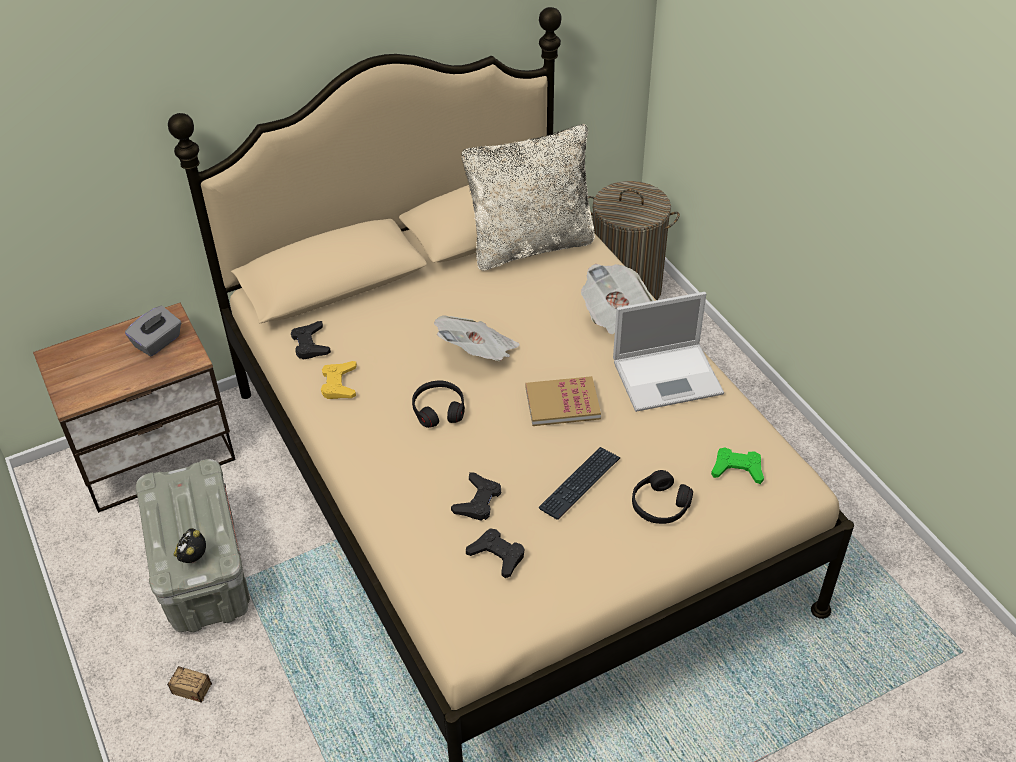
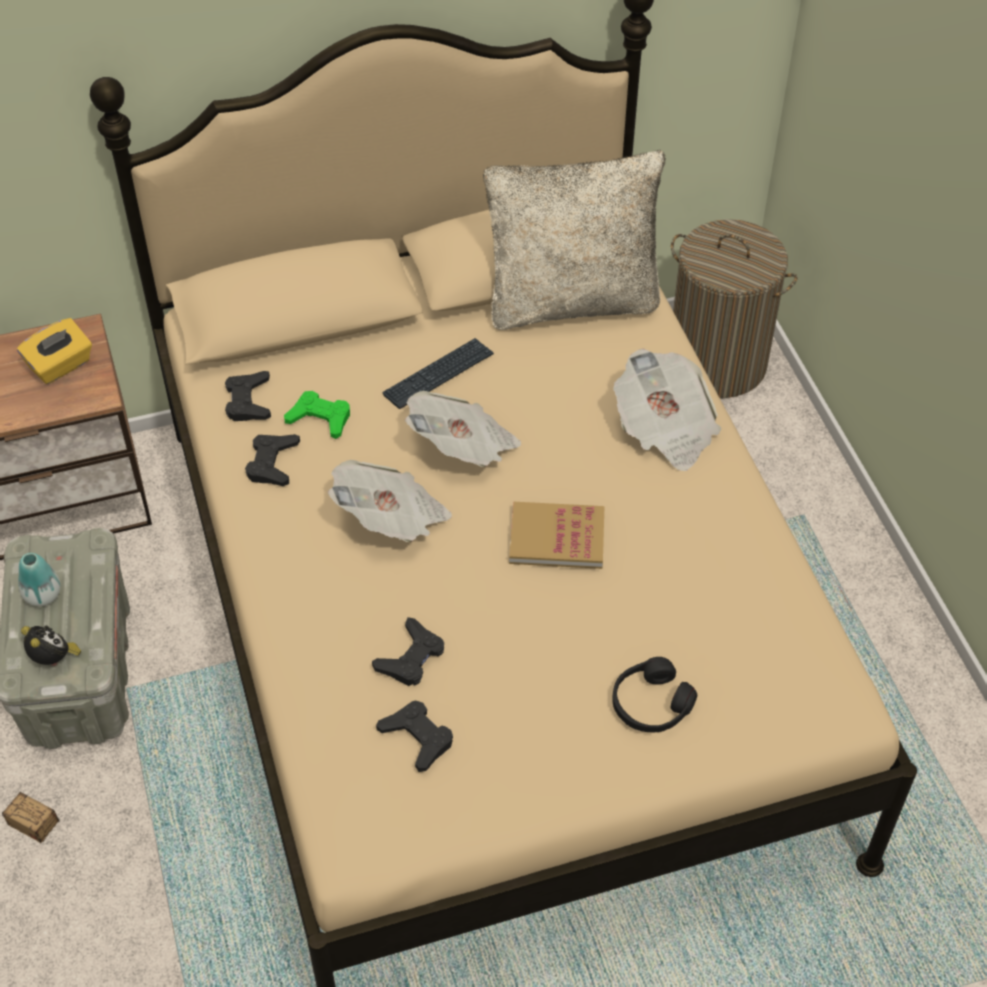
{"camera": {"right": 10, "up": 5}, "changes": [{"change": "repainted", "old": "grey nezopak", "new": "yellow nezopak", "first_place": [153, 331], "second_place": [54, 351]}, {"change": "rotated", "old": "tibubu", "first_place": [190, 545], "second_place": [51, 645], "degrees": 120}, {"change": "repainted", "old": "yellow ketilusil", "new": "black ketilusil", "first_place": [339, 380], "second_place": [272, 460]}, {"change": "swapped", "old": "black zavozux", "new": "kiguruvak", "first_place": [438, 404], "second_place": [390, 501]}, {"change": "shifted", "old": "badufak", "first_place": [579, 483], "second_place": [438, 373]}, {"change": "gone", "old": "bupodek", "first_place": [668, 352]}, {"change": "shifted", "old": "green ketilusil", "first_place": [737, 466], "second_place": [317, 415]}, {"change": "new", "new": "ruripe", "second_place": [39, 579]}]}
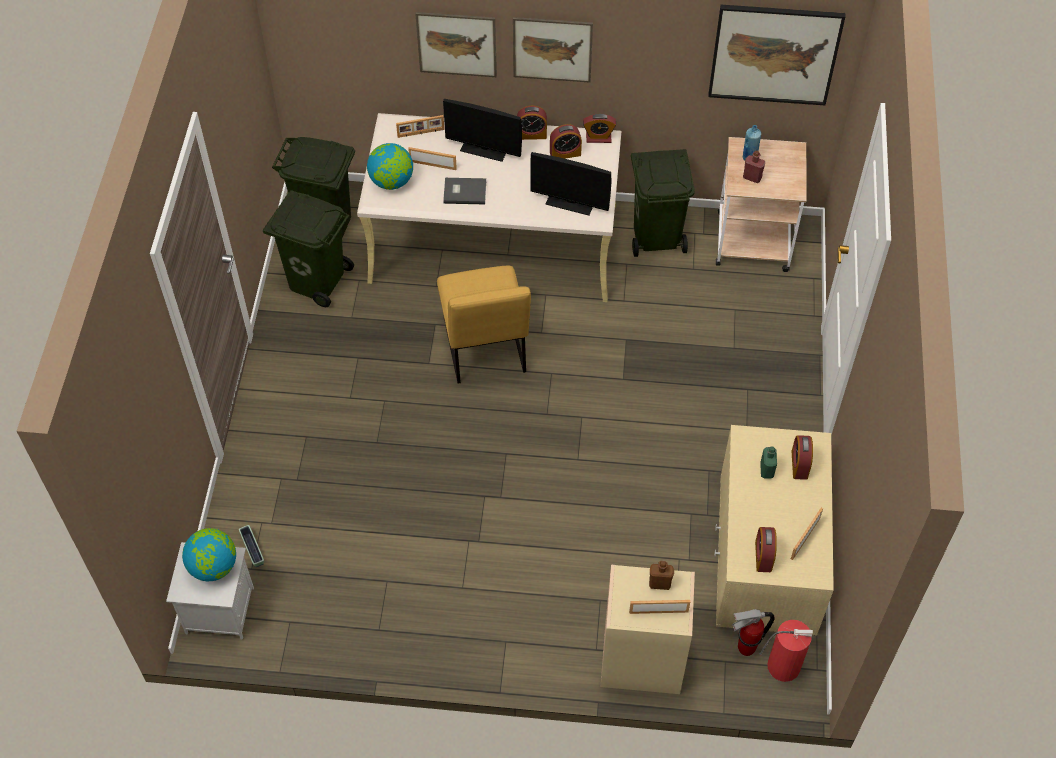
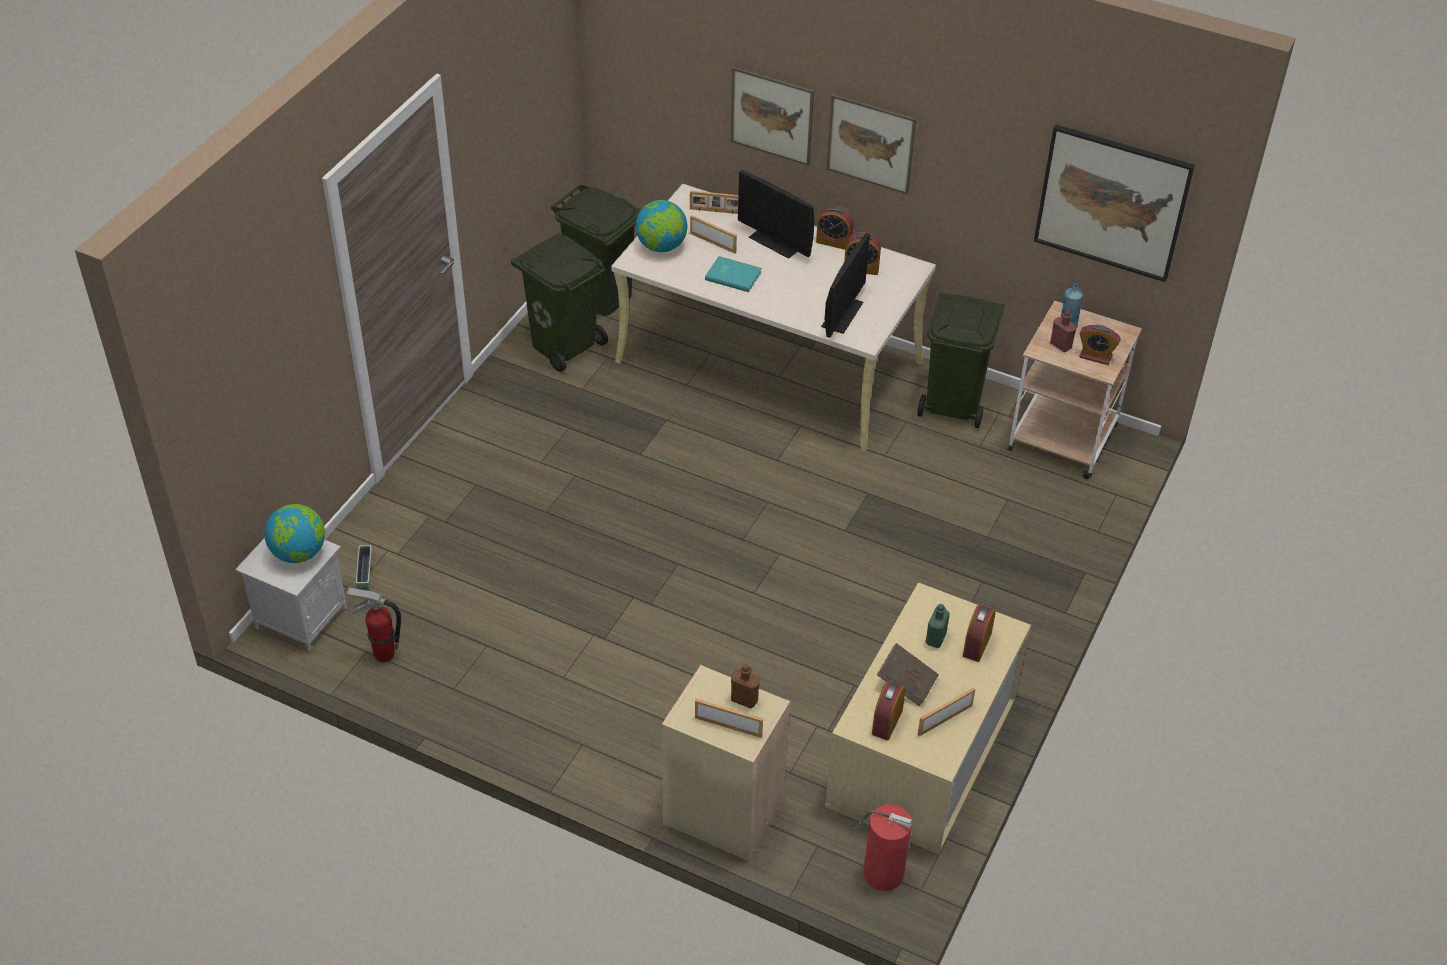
{"camera": {"right": 20, "up": -10}, "changes": [{"change": "gone", "old": "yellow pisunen", "first_place": [484, 325]}, {"change": "repainted", "old": "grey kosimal", "new": "turquoise kosimal", "first_place": [464, 191], "second_place": [733, 274]}, {"change": "rotated", "old": "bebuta", "first_place": [571, 184], "second_place": [845, 285], "degrees": -105}, {"change": "shifted", "old": "tibubu", "first_place": [599, 128], "second_place": [1100, 345]}, {"change": "shifted", "old": "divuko", "first_place": [753, 632], "second_place": [374, 624]}, {"change": "new", "new": "brown kosimal", "second_place": [908, 674]}]}
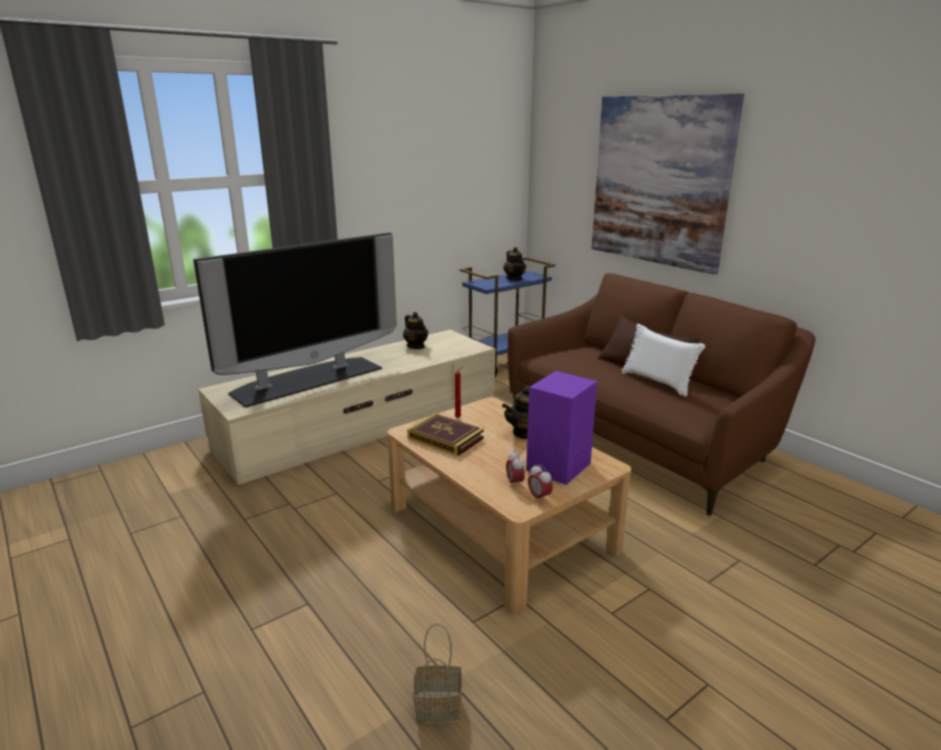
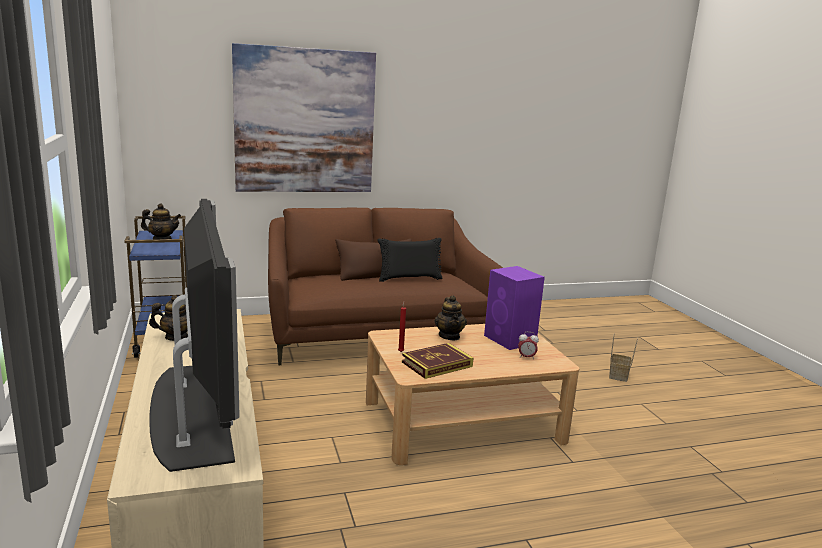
{"camera": {"right": -70, "up": -5}, "changes": [{"change": "shifted", "old": "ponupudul", "first_place": [437, 673], "second_place": [623, 359]}, {"change": "gone", "old": "tibubu", "first_place": [540, 483]}, {"change": "repainted", "old": "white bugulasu", "new": "black bugulasu", "first_place": [663, 360], "second_place": [410, 260]}]}
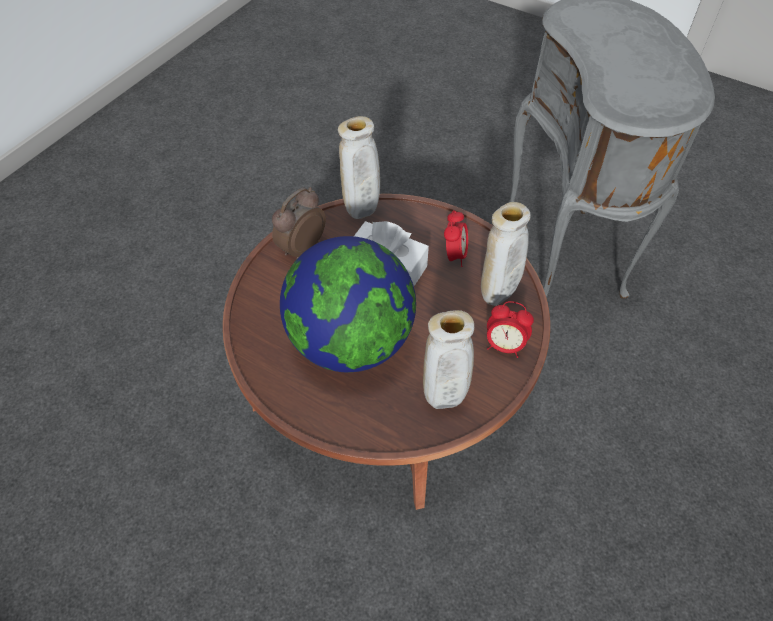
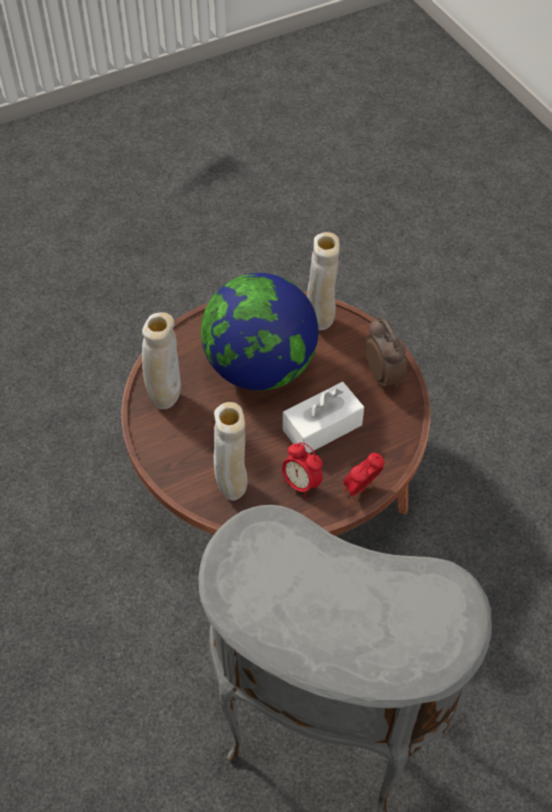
{"camera": {"right": 120, "up": 0}, "changes": [{"change": "shifted", "old": "beige ruripe", "first_place": [359, 167], "second_place": [323, 281]}, {"change": "shifted", "old": "tibubu", "first_place": [510, 329], "second_place": [363, 474]}]}
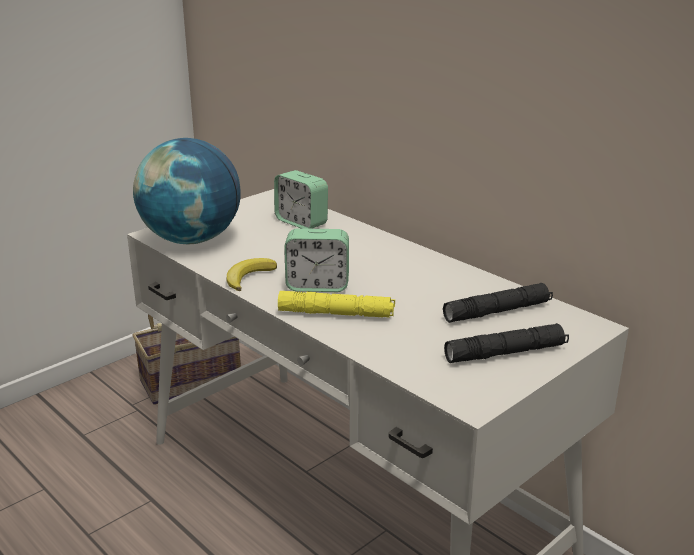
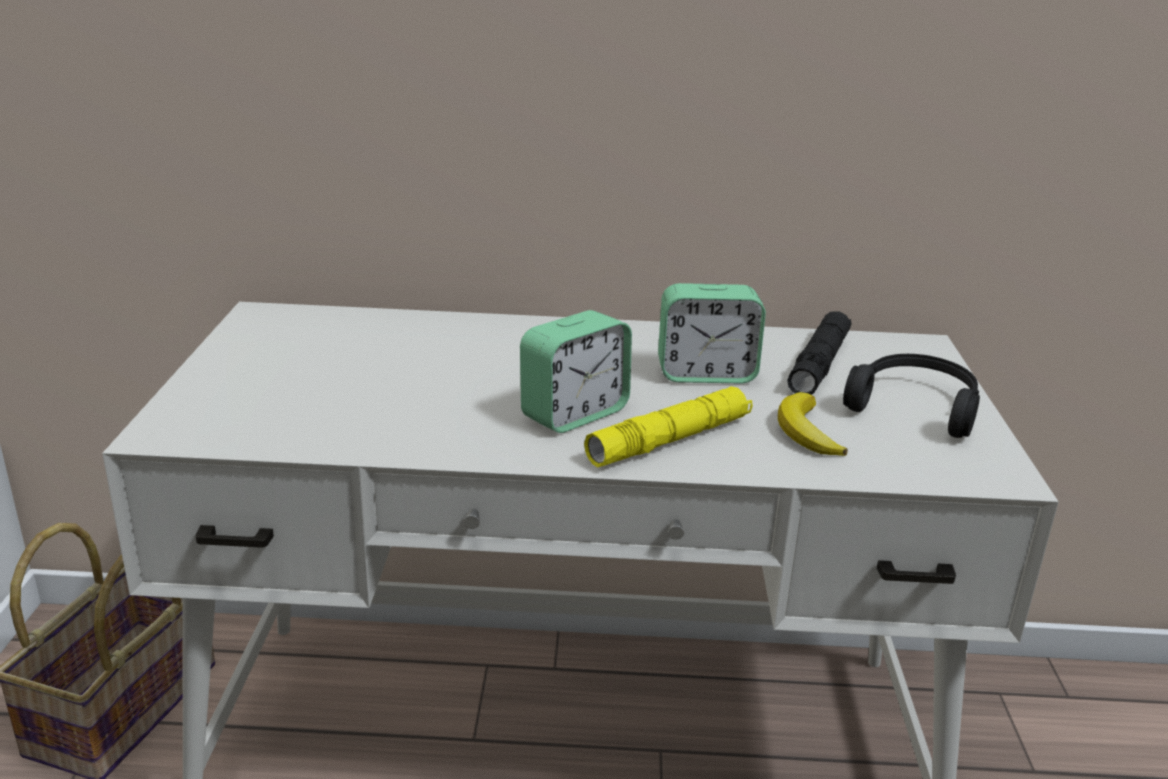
{"camera": {"right": -45, "up": 0}, "changes": [{"change": "gone", "old": "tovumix", "first_place": [187, 191]}, {"change": "shifted", "old": "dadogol", "first_place": [251, 274], "second_place": [813, 424]}, {"change": "shifted", "old": "tibubu", "first_place": [301, 199], "second_place": [712, 333]}, {"change": "swapped", "old": "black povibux", "new": "black zavozux", "first_place": [506, 343], "second_place": [911, 396]}]}
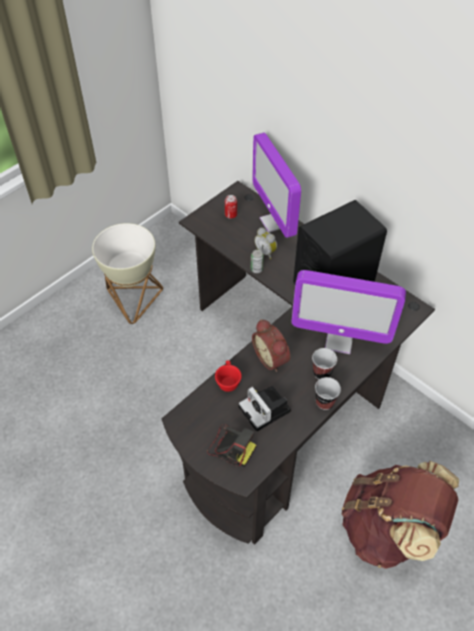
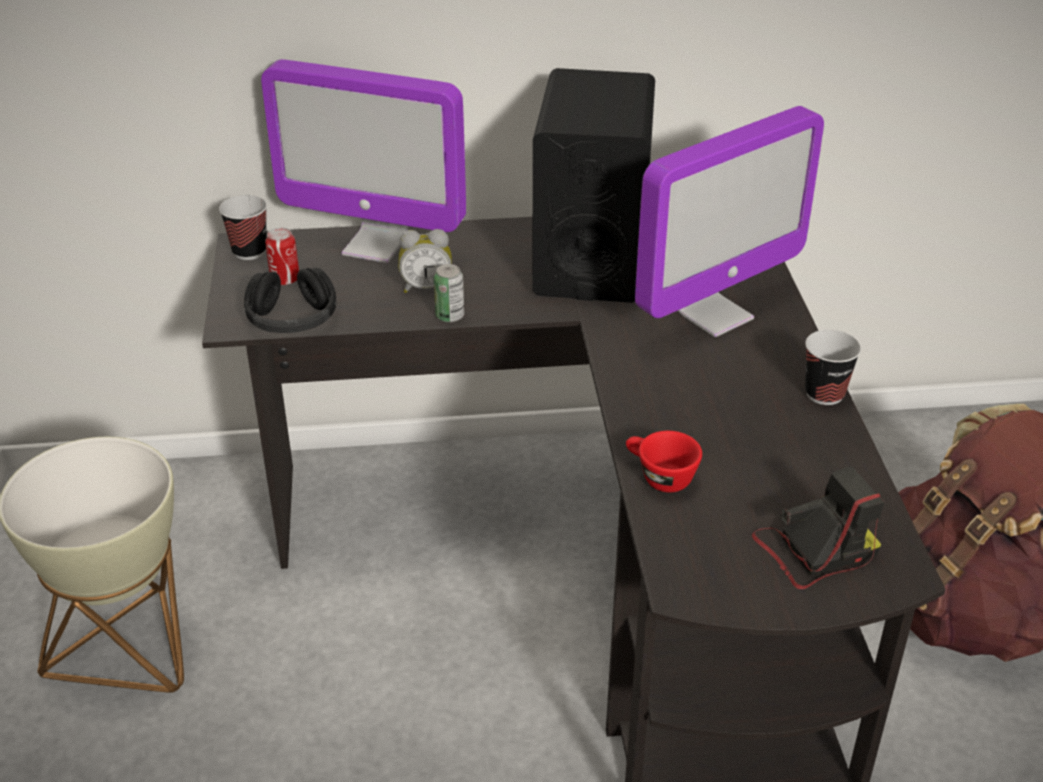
{"camera": {"right": -50, "up": -15}, "changes": [{"change": "gone", "old": "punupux", "first_place": [265, 408]}, {"change": "gone", "old": "tibubu", "first_place": [271, 345]}, {"change": "shifted", "old": "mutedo", "first_place": [324, 363], "second_place": [243, 227]}, {"change": "new", "new": "black zavozux", "second_place": [290, 300]}]}
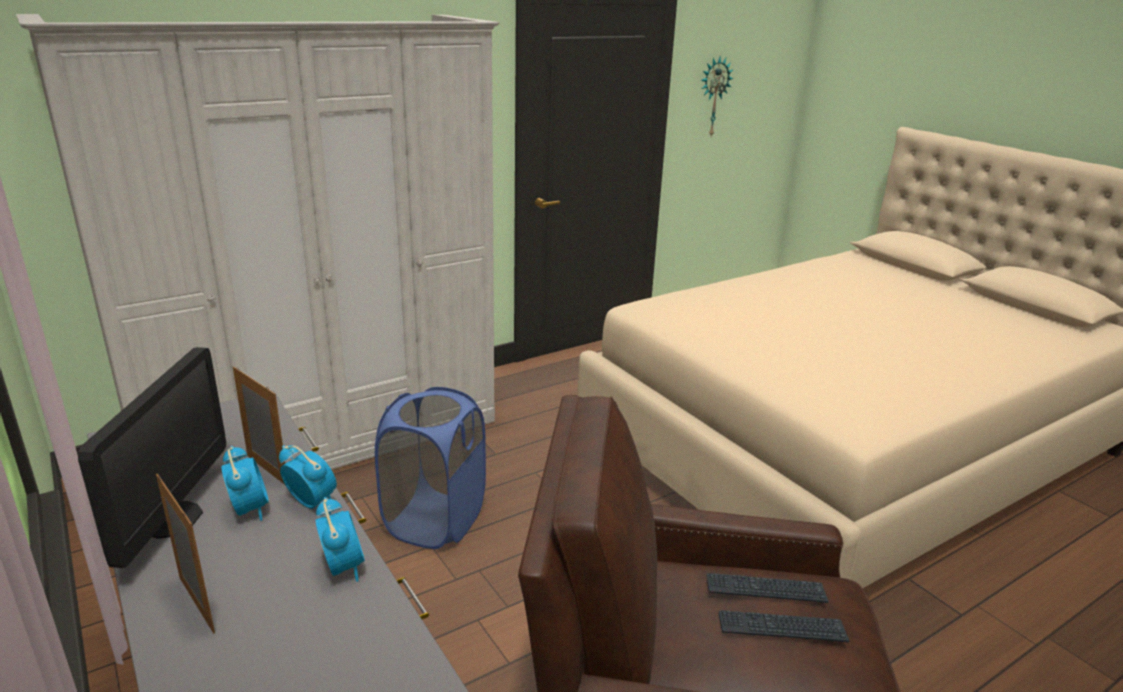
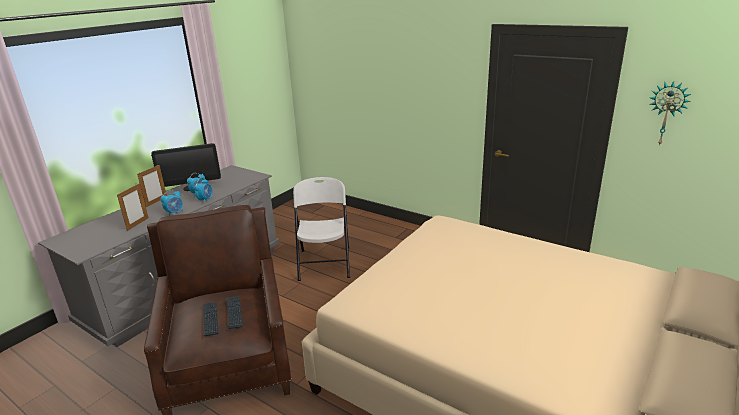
{"camera": {"right": 70, "up": 0}, "changes": [{"change": "gone", "old": "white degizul", "first_place": [257, 242]}, {"change": "shifted", "old": "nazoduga", "first_place": [259, 426], "second_place": [132, 207]}, {"change": "swapped", "old": "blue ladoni", "new": "white pisunen", "first_place": [430, 468], "second_place": [321, 229]}]}
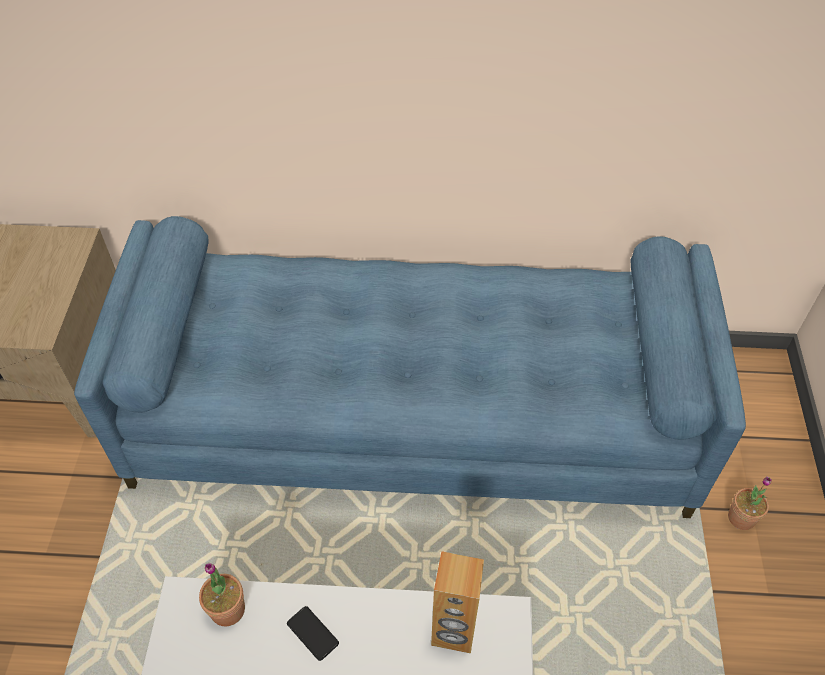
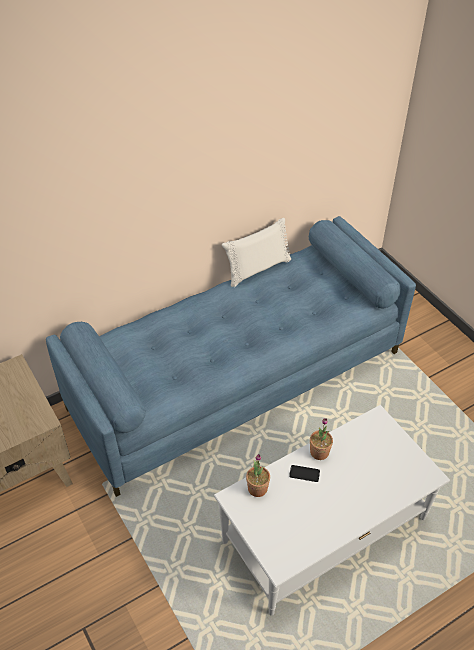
{"camera": {"right": -35, "up": -5}, "changes": [{"change": "gone", "old": "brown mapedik", "first_place": [457, 602]}, {"change": "shifted", "old": "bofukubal", "first_place": [750, 503], "second_place": [321, 439]}, {"change": "new", "new": "white bugulasu", "second_place": [256, 252]}]}
